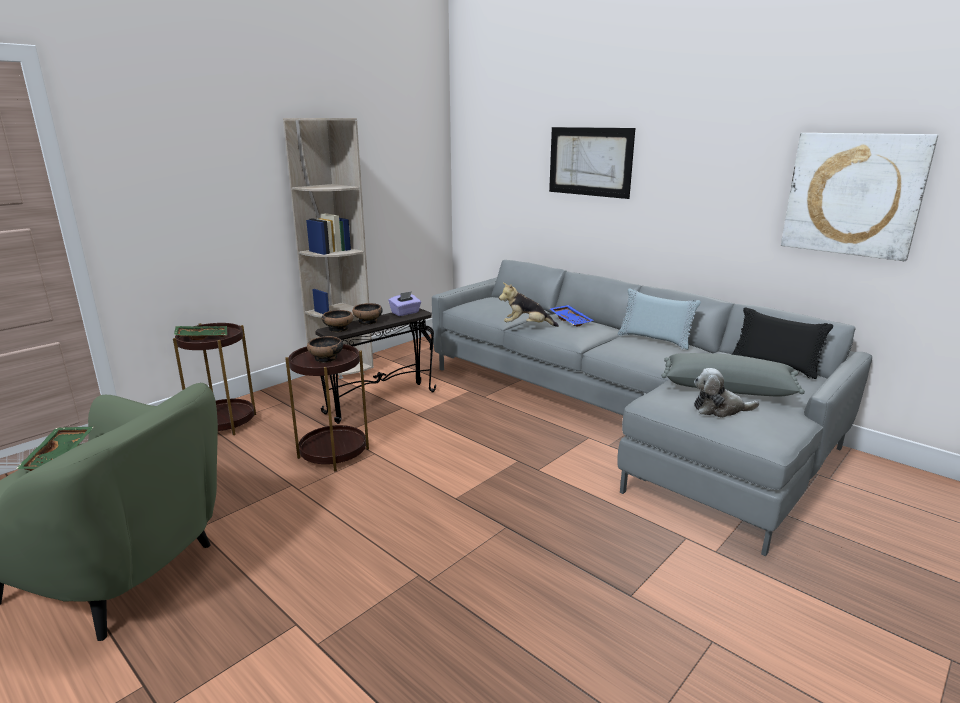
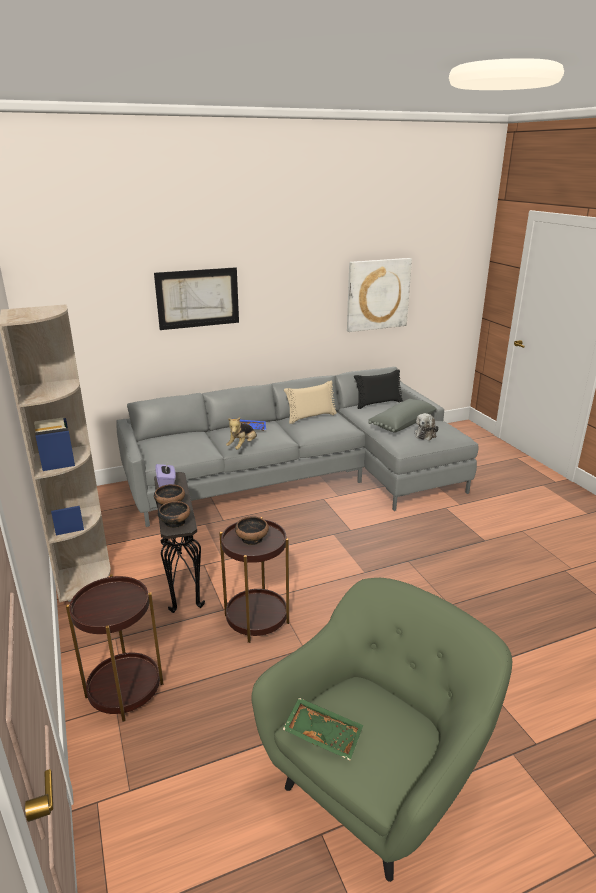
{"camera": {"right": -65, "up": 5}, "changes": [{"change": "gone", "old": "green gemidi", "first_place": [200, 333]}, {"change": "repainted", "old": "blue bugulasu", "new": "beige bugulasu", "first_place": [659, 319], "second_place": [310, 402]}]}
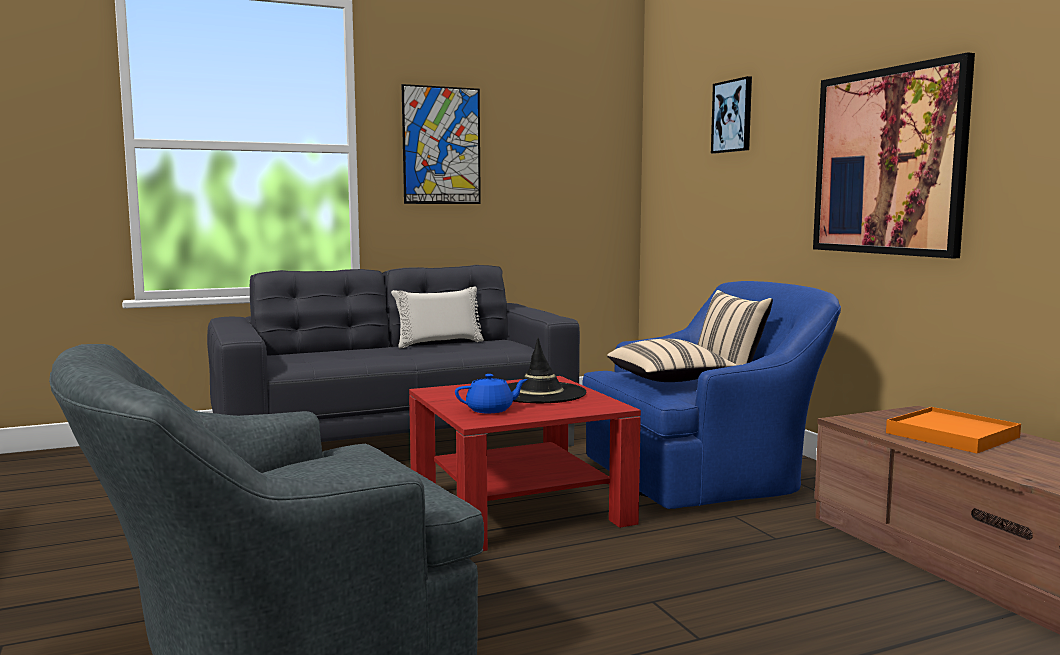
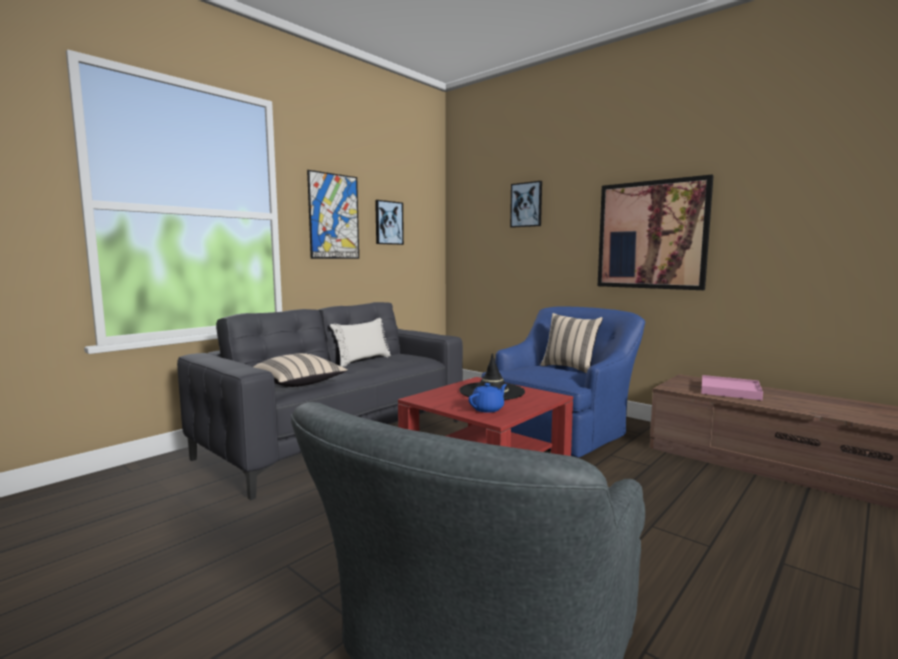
{"camera": {"right": -25, "up": 0}, "changes": [{"change": "shifted", "old": "beige bugulasu", "first_place": [672, 360], "second_place": [300, 370]}, {"change": "repainted", "old": "orange gemidi", "new": "pink gemidi", "first_place": [953, 430], "second_place": [732, 387]}, {"change": "new", "new": "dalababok", "second_place": [389, 222]}]}
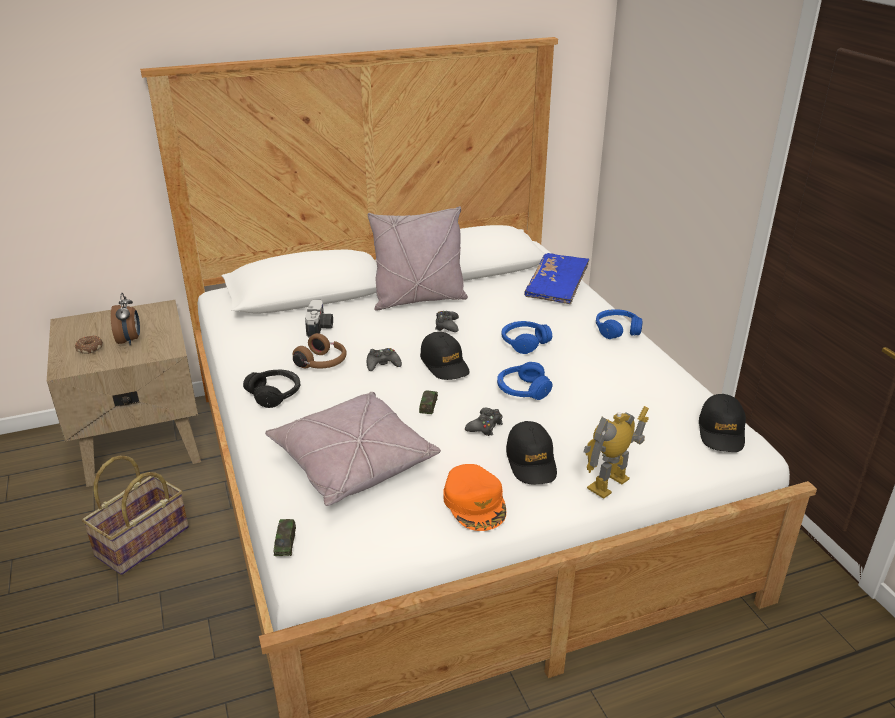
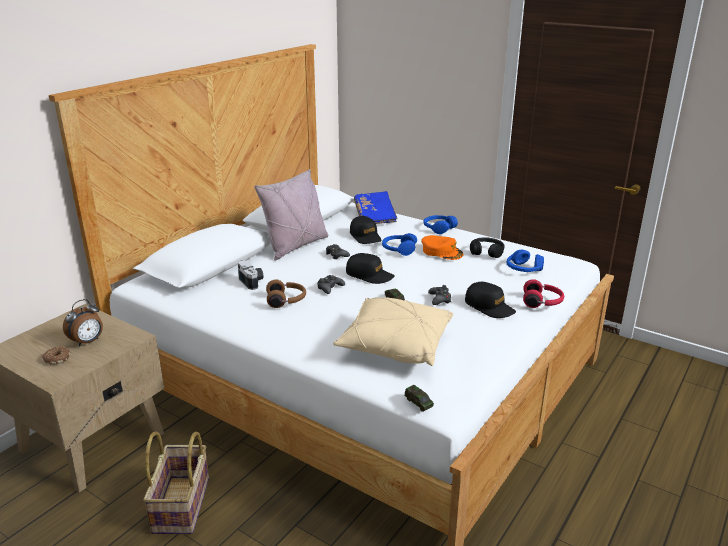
{"camera": {"right": -35, "up": -5}, "changes": [{"change": "rotated", "old": "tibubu", "first_place": [125, 319], "second_place": [83, 322], "degrees": 90}, {"change": "shifted", "old": "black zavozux", "first_place": [271, 388], "second_place": [487, 248]}, {"change": "repainted", "old": "purple bugulasu", "new": "beige bugulasu", "first_place": [353, 449], "second_place": [393, 331]}, {"change": "shifted", "old": "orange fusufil", "first_place": [475, 497], "second_place": [442, 247]}, {"change": "shifted", "old": "blue zavozux", "first_place": [525, 381], "second_place": [525, 261]}, {"change": "swapped", "old": "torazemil", "new": "red zavozux", "first_place": [616, 452], "second_place": [543, 293]}, {"change": "shifted", "old": "black fusufil", "first_place": [722, 423], "second_place": [366, 230]}]}
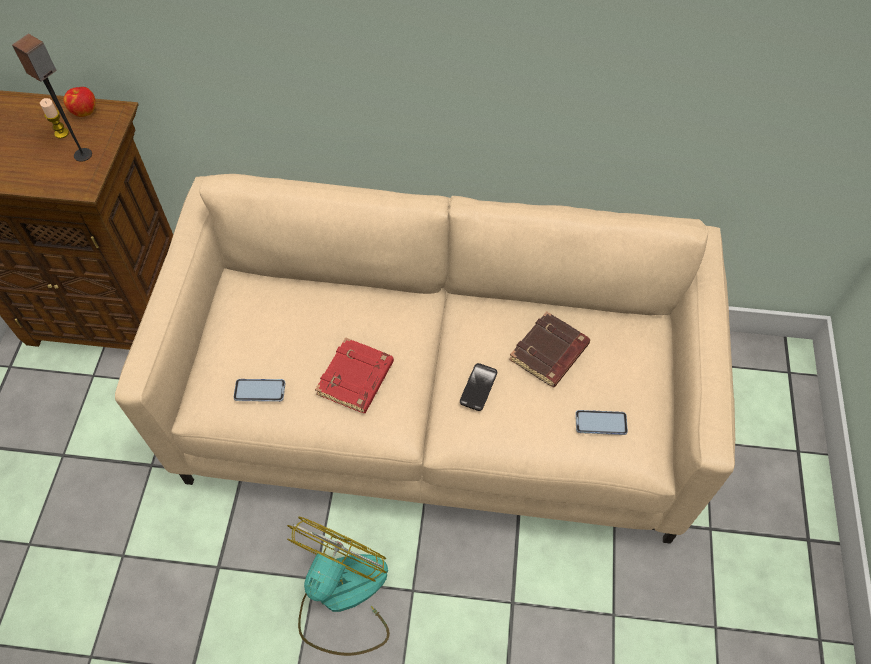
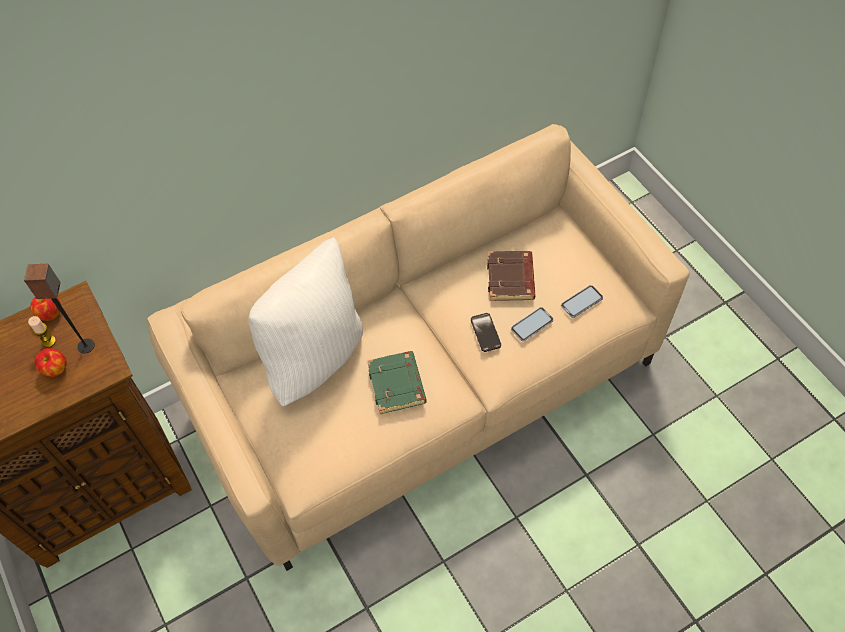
{"camera": {"right": -35, "up": 0}, "changes": [{"change": "shifted", "old": "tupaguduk", "first_place": [259, 390], "second_place": [532, 324]}, {"change": "gone", "old": "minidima", "first_place": [338, 586]}, {"change": "repainted", "old": "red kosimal", "new": "green kosimal", "first_place": [354, 375], "second_place": [397, 382]}, {"change": "new", "new": "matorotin", "second_place": [50, 362]}, {"change": "new", "new": "white bugulasu", "second_place": [306, 322]}]}
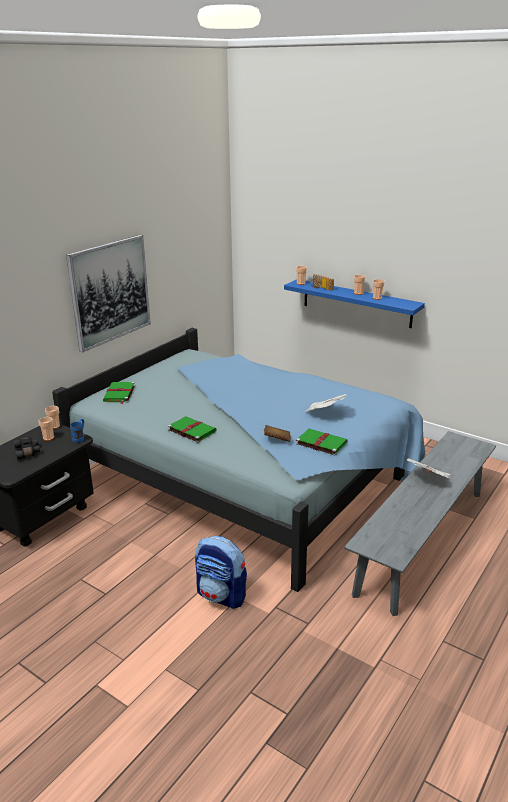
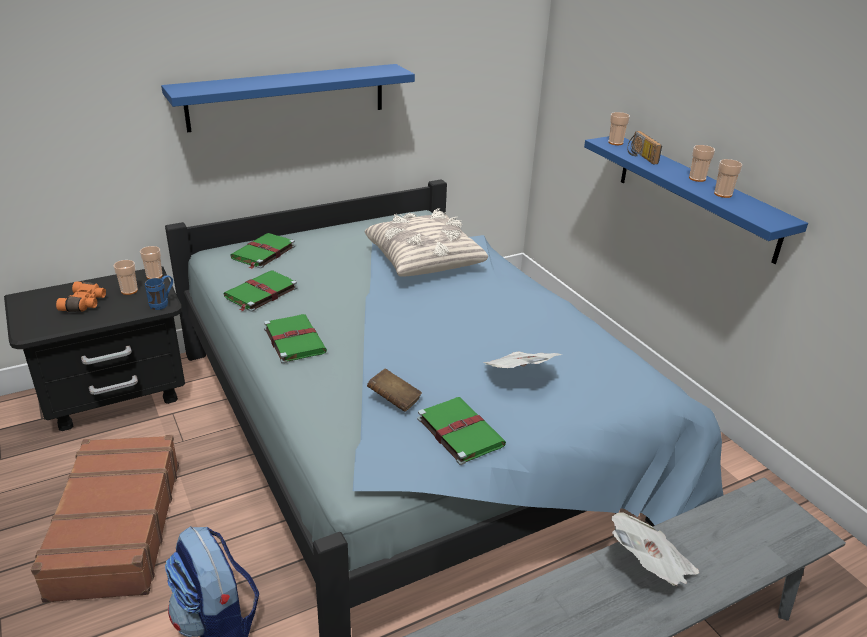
{"camera": {"right": 25, "up": 5}, "changes": [{"change": "repainted", "old": "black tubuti", "new": "orange tubuti", "first_place": [27, 448], "second_place": [81, 297]}, {"change": "swapped", "old": "dalababok", "new": "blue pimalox", "first_place": [108, 293], "second_place": [288, 98]}, {"change": "new", "new": "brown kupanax", "second_place": [105, 519]}, {"change": "new", "new": "green kosimal", "second_place": [261, 291]}, {"change": "new", "new": "beige bugulasu", "second_place": [426, 242]}]}
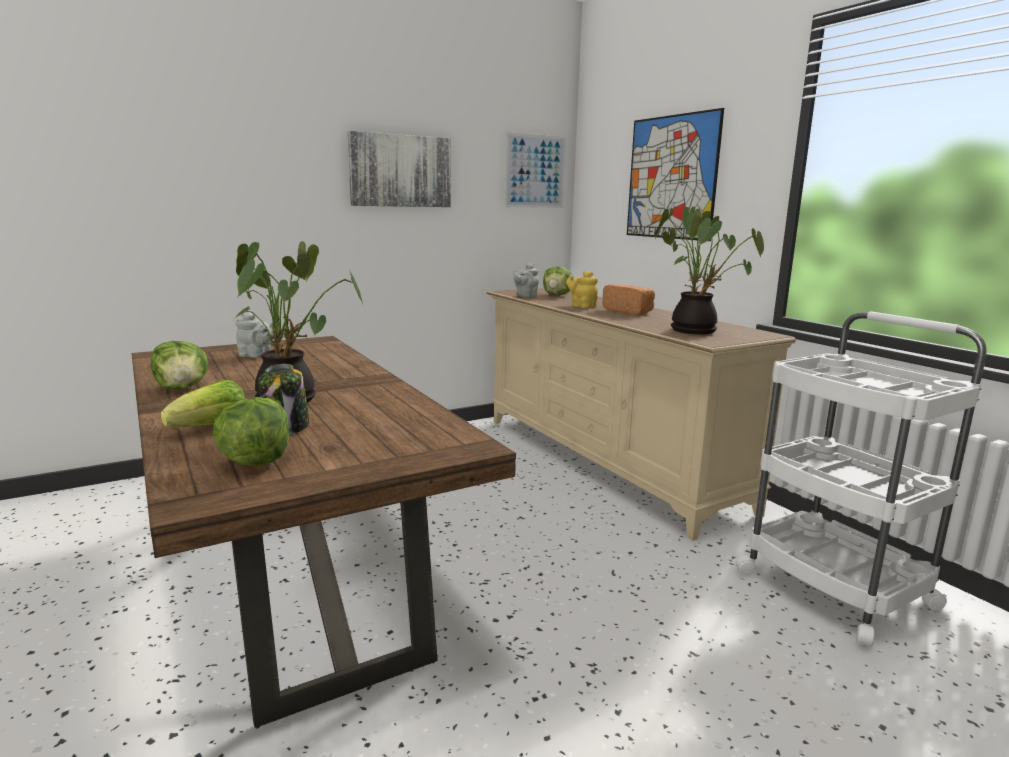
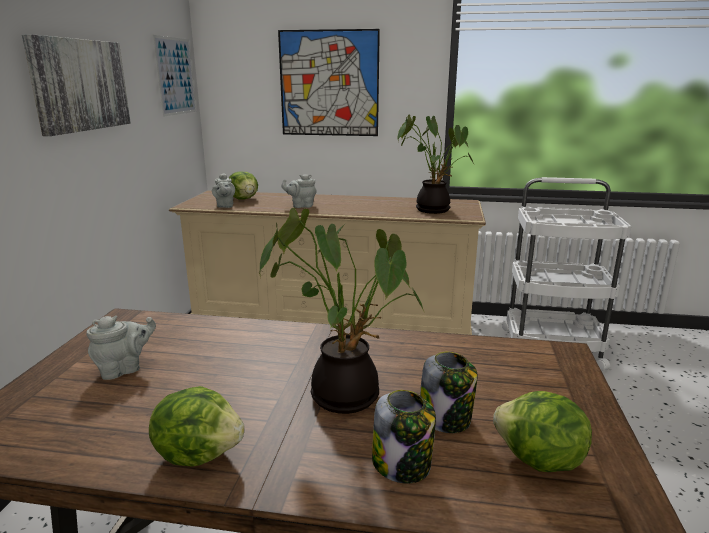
{"camera": {"right": -50, "up": 5}, "changes": [{"change": "swapped", "old": "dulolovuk", "new": "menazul", "first_place": [203, 403], "second_place": [404, 437]}, {"change": "repainted", "old": "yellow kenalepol", "new": "grey kenalepol", "first_place": [582, 289], "second_place": [299, 191]}, {"change": "gone", "old": "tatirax", "first_place": [628, 299]}]}
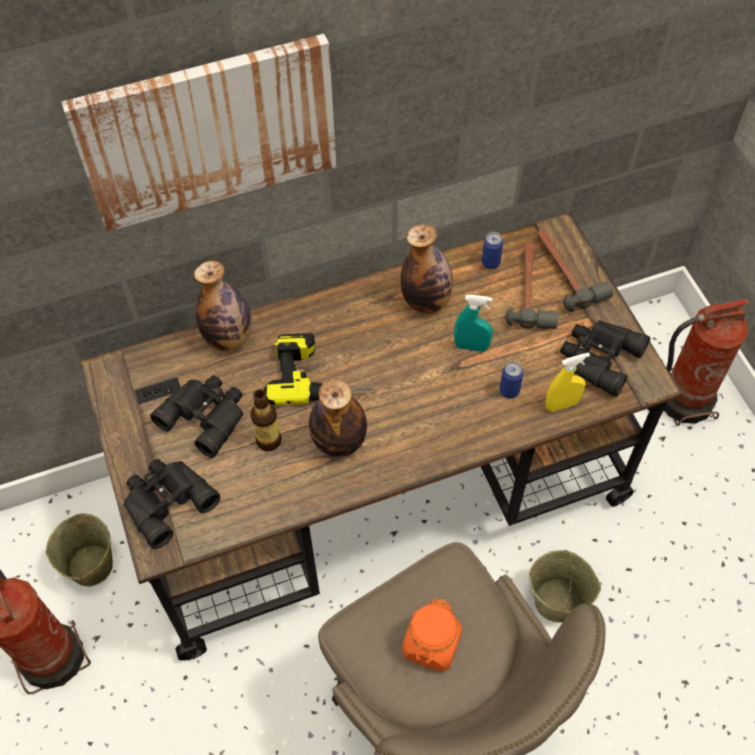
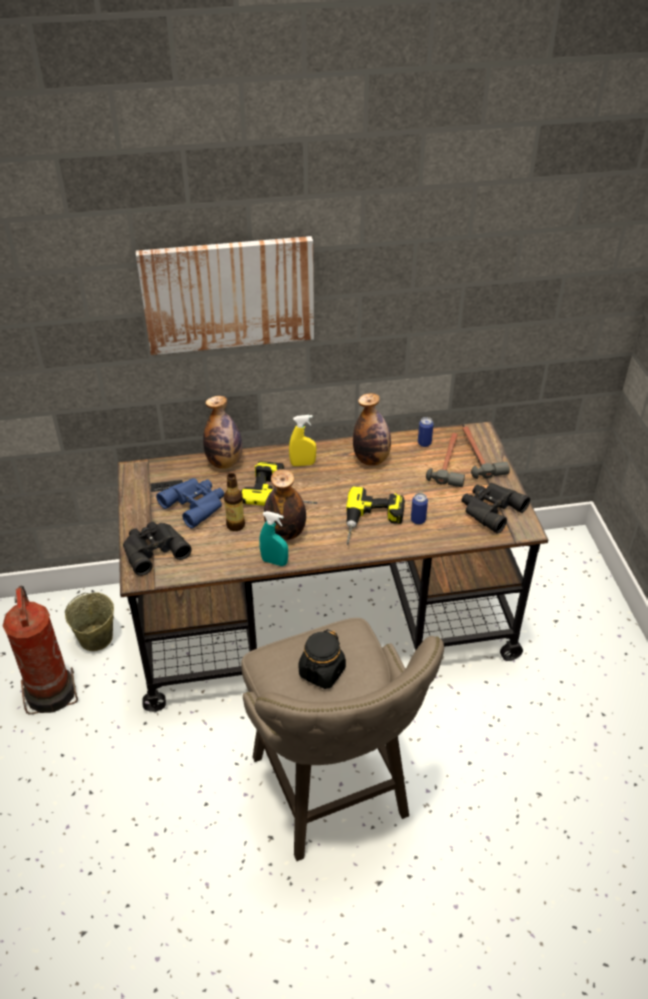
{"camera": {"right": 10, "up": -15}, "changes": [{"change": "repainted", "old": "black tubuti", "new": "blue tubuti", "first_place": [196, 416], "second_place": [190, 503]}, {"change": "repainted", "old": "orange menazul", "new": "black menazul", "first_place": [432, 635], "second_place": [322, 659]}, {"change": "shifted", "old": "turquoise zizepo", "first_place": [473, 323], "second_place": [273, 538]}, {"change": "gone", "old": "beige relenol", "first_place": [565, 586]}, {"change": "shifted", "old": "yellow zizepo", "first_place": [567, 382], "second_place": [302, 440]}, {"change": "gone", "old": "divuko", "first_place": [697, 362]}, {"change": "new", "new": "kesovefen", "second_place": [375, 515]}]}
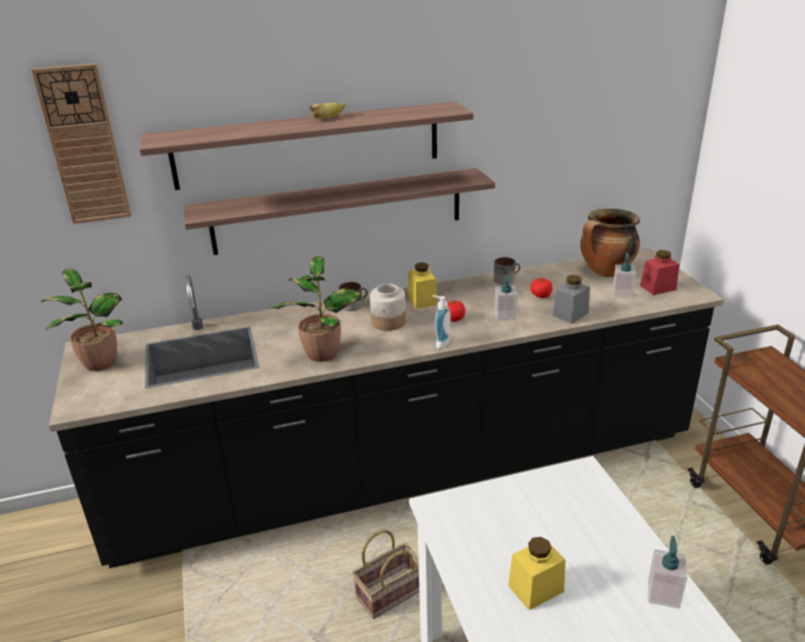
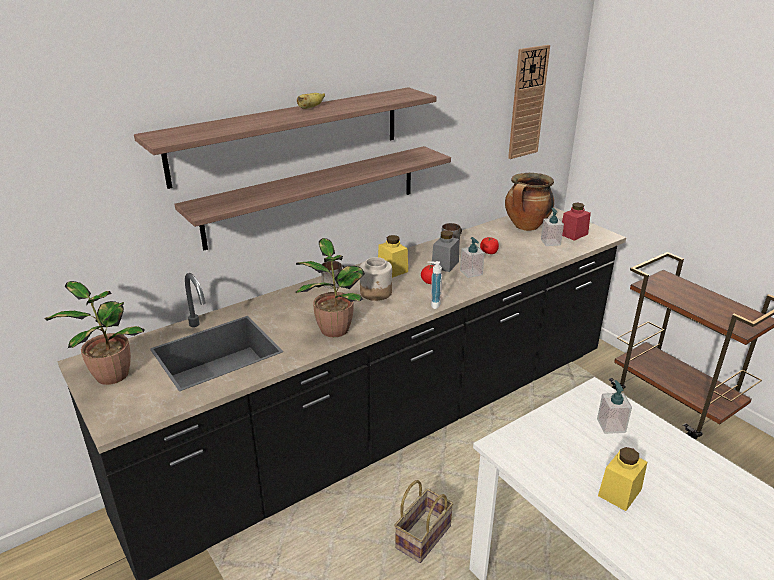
{"camera": {"right": -20, "up": 0}, "changes": [{"change": "shifted", "old": "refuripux", "first_place": [81, 144], "second_place": [529, 102]}, {"change": "shifted", "old": "grey menazul", "first_place": [571, 299], "second_place": [445, 251]}, {"change": "shifted", "old": "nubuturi", "first_place": [667, 572], "second_place": [614, 407]}]}
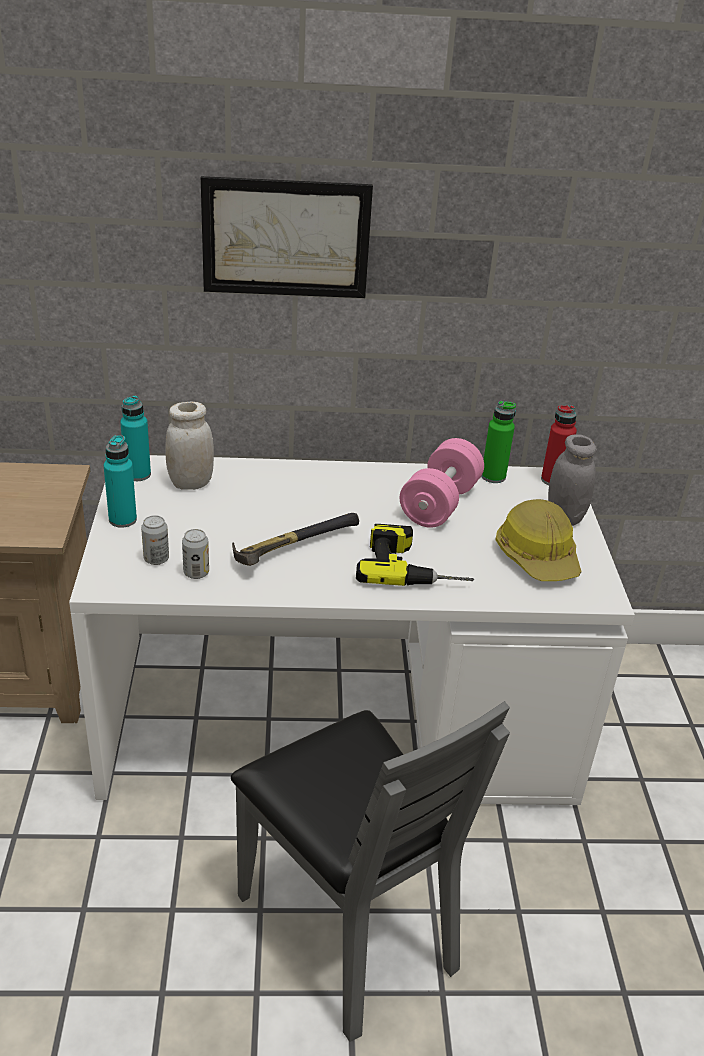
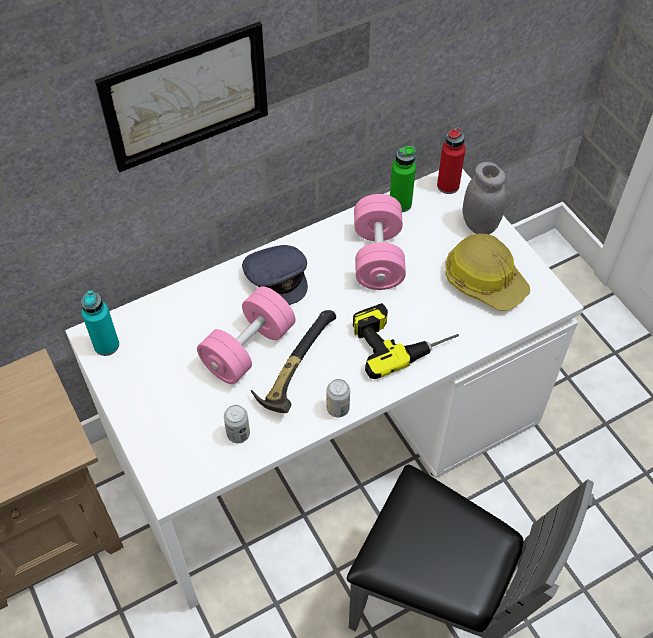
{"camera": {"right": -25, "up": 20}, "changes": [{"change": "gone", "old": "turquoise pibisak", "first_place": [120, 481]}, {"change": "shifted", "old": "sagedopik", "first_place": [155, 540], "second_place": [338, 398]}, {"change": "gone", "old": "white menazul", "first_place": [189, 446]}, {"change": "new", "new": "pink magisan", "second_place": [246, 335]}, {"change": "new", "new": "grey fusufil", "second_place": [275, 275]}]}
